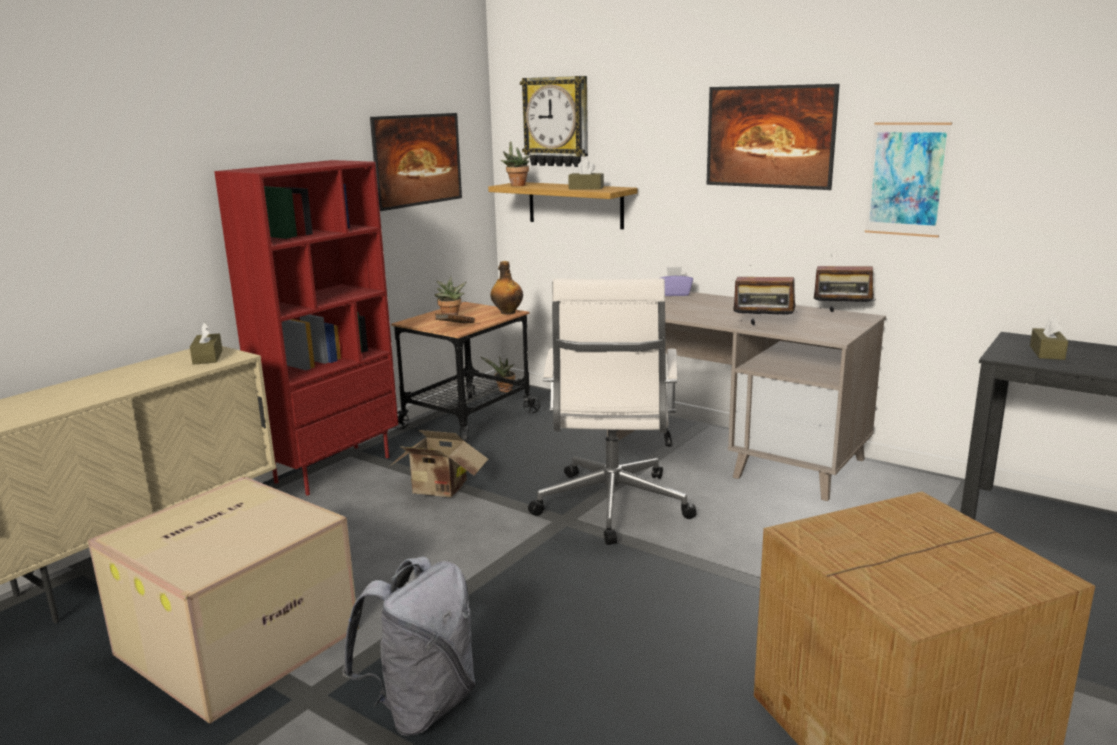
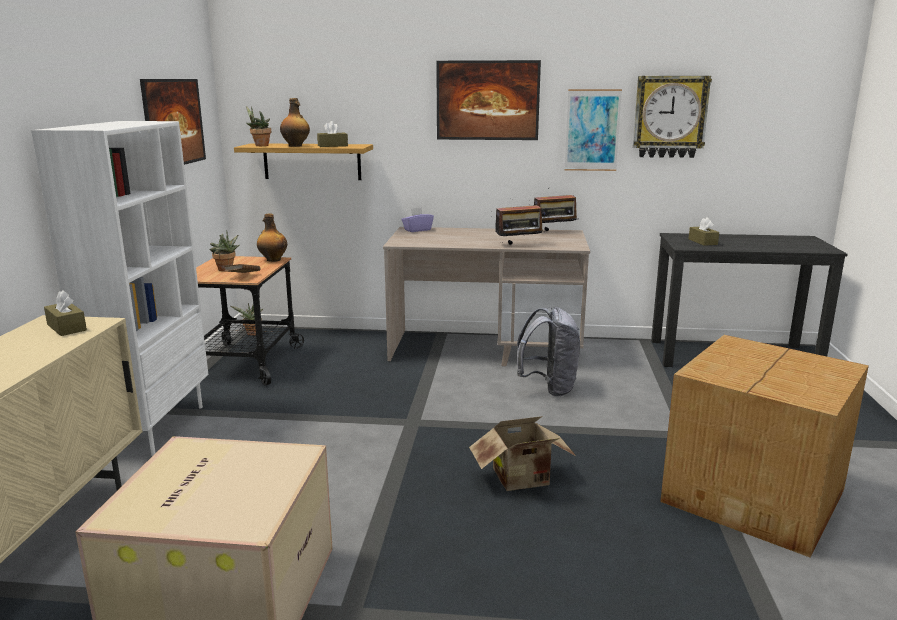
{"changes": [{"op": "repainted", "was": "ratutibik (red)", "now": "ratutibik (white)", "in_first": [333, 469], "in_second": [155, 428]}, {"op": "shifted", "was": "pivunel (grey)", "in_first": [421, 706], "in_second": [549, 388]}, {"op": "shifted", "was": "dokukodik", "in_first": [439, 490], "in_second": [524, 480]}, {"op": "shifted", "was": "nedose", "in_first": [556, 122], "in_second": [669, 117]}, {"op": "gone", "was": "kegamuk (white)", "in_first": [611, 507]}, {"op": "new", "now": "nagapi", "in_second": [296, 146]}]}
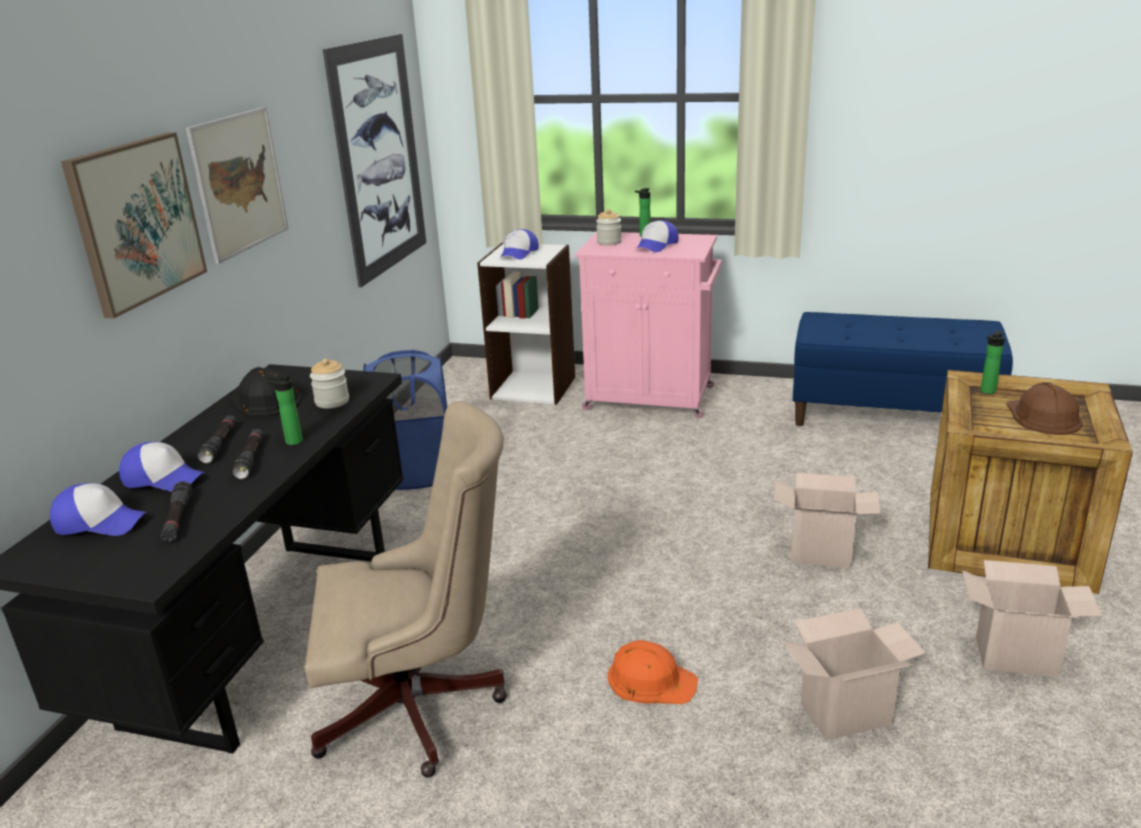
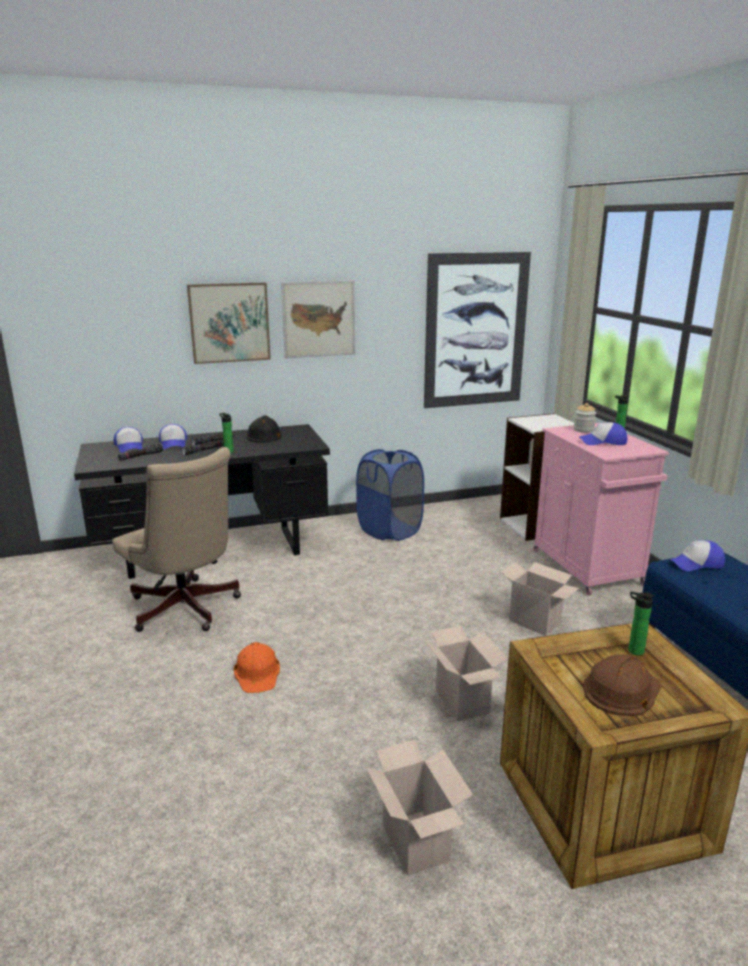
{"changes": [{"op": "gone", "was": "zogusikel", "in_first": [332, 401]}, {"op": "shifted", "was": "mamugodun", "in_first": [519, 253], "in_second": [697, 563]}, {"op": "shifted", "was": "dokukodik", "in_first": [847, 712], "in_second": [536, 622]}]}
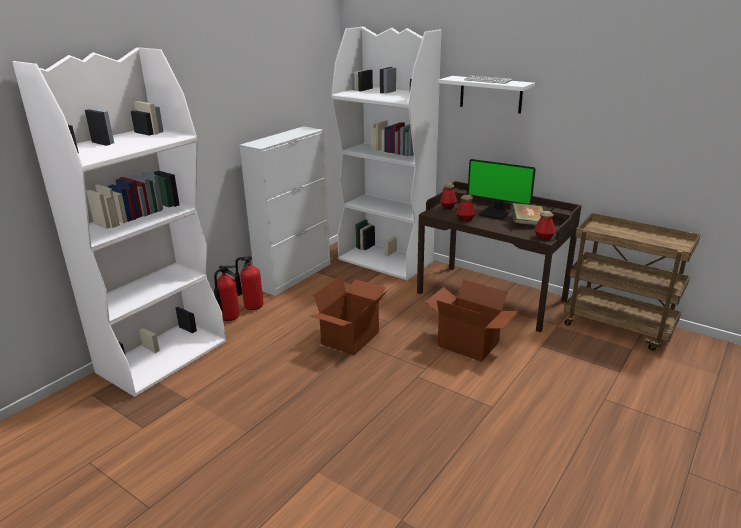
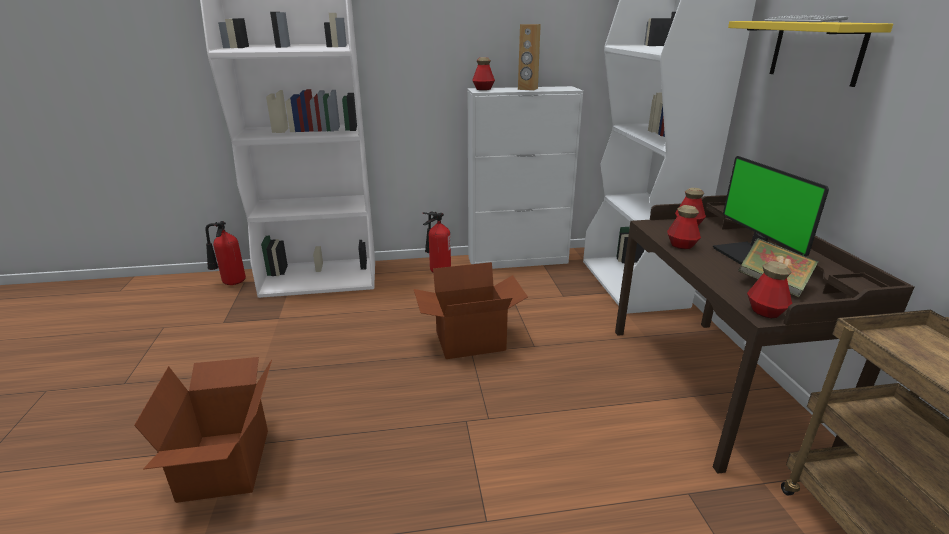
{"changes": [{"op": "shifted", "was": "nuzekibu", "in_first": [228, 320], "in_second": [230, 283]}, {"op": "shifted", "was": "dokukodik", "in_first": [469, 343], "in_second": [227, 464]}, {"op": "repainted", "was": "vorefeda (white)", "now": "vorefeda (yellow)", "in_first": [490, 94], "in_second": [816, 51]}, {"op": "new", "now": "nagapi", "in_second": [483, 89]}, {"op": "new", "now": "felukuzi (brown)", "in_second": [527, 89]}]}
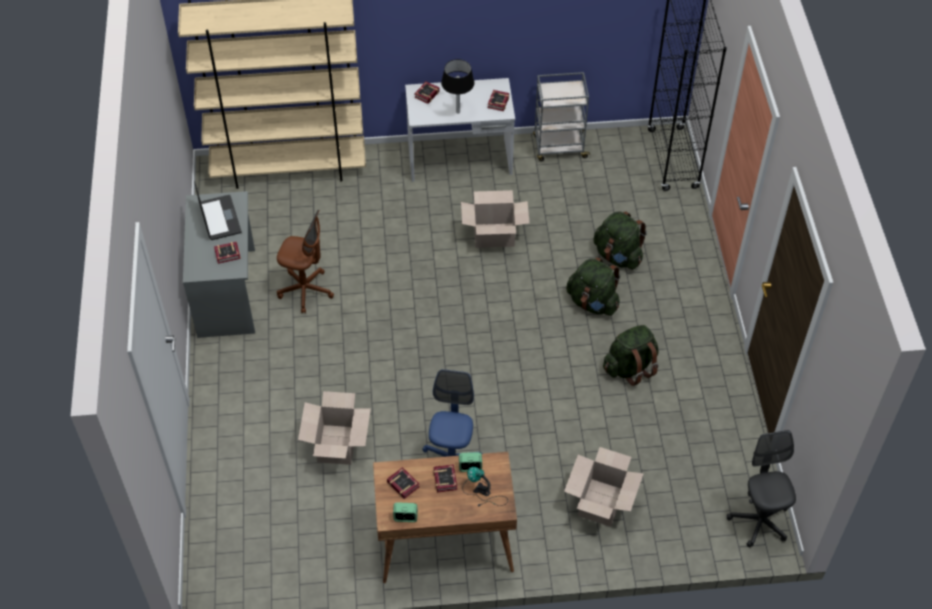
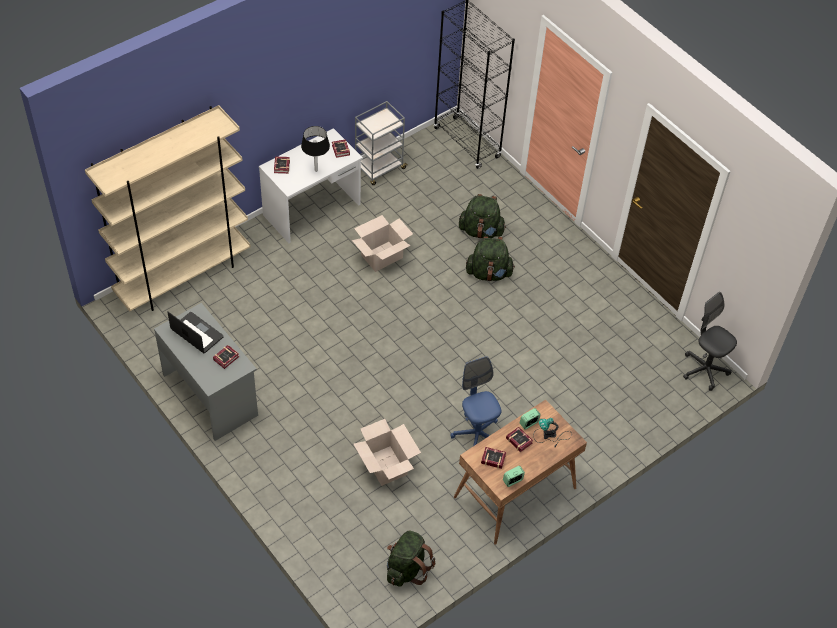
{"changes": [{"op": "gone", "was": "kegamuk (brown)", "in_first": [306, 291]}, {"op": "gone", "was": "dokukodik", "in_first": [601, 503]}, {"op": "shifted", "was": "pivunel (green)", "in_first": [630, 367], "in_second": [407, 568]}]}
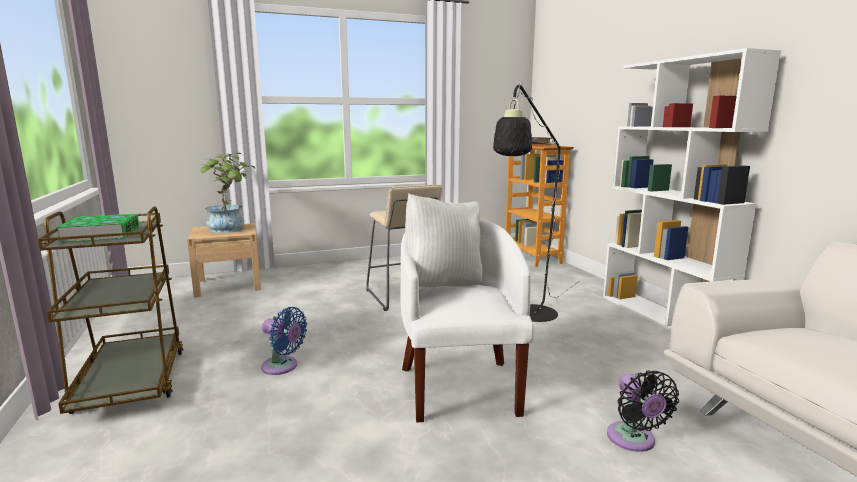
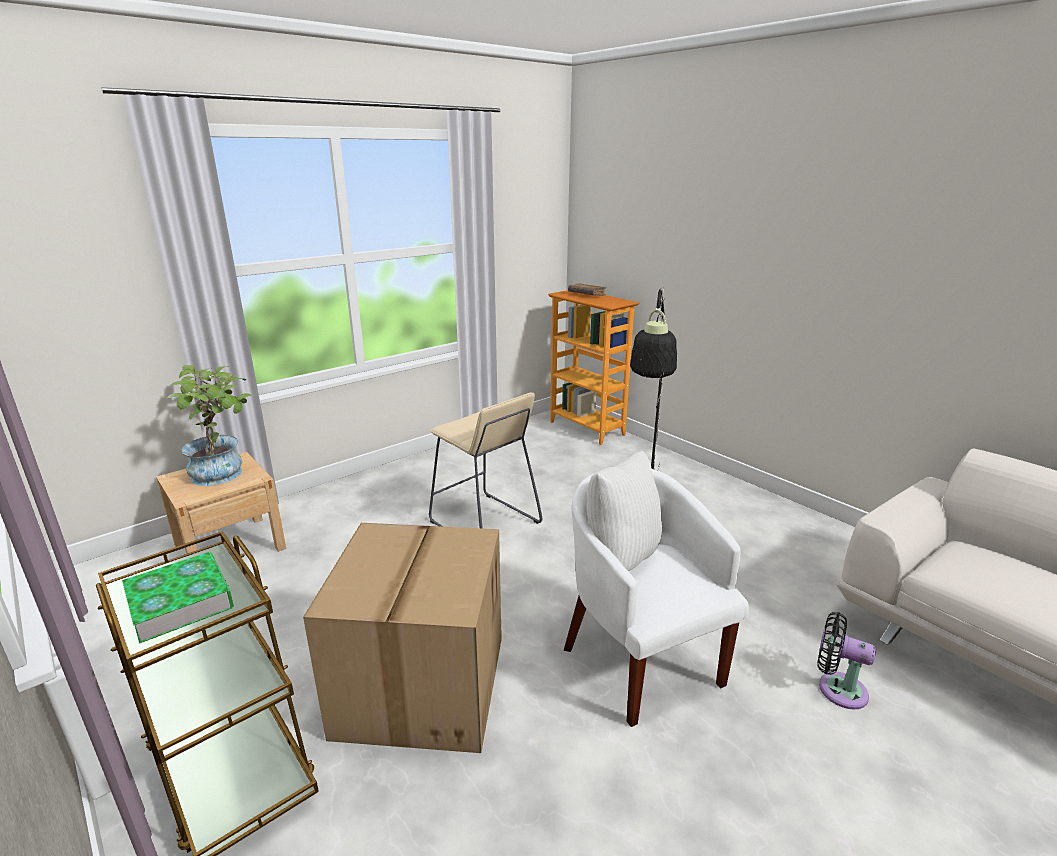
{"changes": [{"op": "swapped", "was": "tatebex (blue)", "now": "dokukodik", "in_first": [282, 367], "in_second": [420, 683]}, {"op": "gone", "was": "ratutibik (white)", "in_first": [662, 317]}, {"op": "rotated", "was": "tatebex (black)", "in_first": [633, 440], "in_second": [837, 688], "clockwise": 150}]}
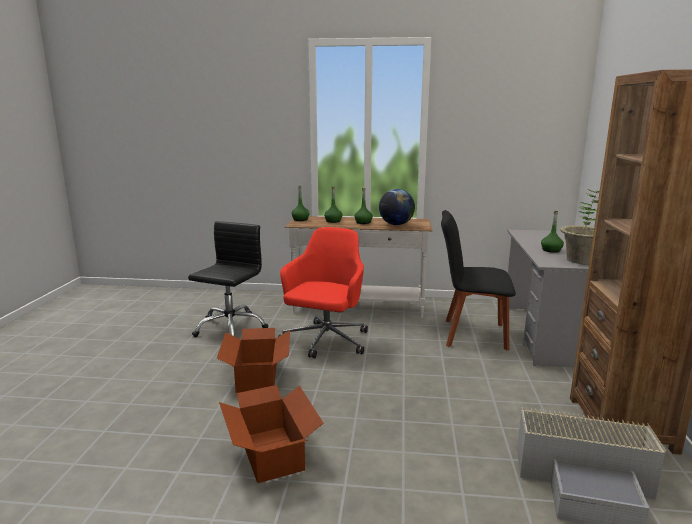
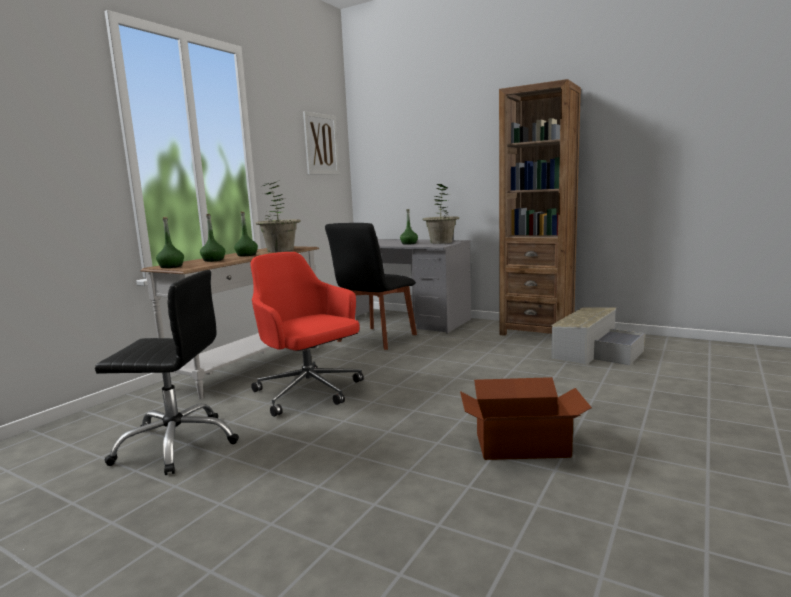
{"changes": [{"op": "rotated", "was": "kegamuk (black)", "in_first": [230, 328], "in_second": [177, 444], "clockwise": 135}, {"op": "gone", "was": "dokukodik", "in_first": [258, 376]}, {"op": "swapped", "was": "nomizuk", "now": "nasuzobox", "in_first": [396, 224], "in_second": [280, 250]}, {"op": "new", "now": "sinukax", "in_second": [321, 144]}]}
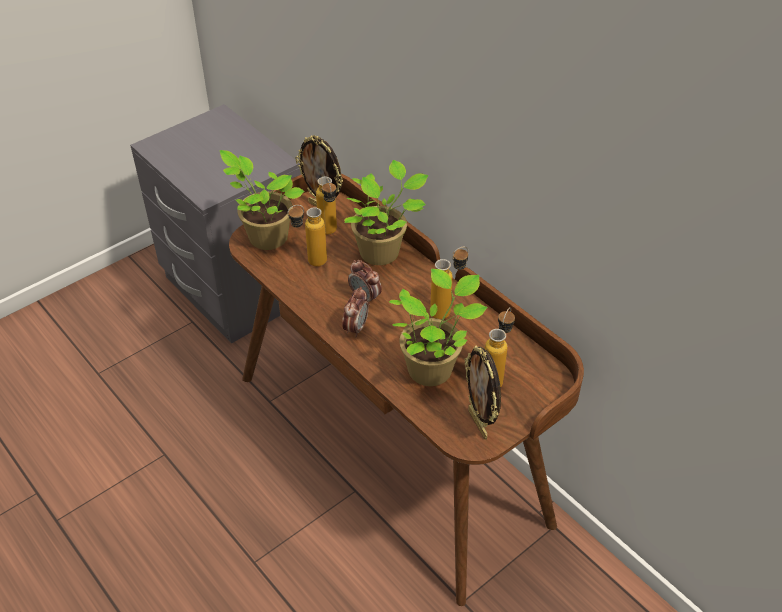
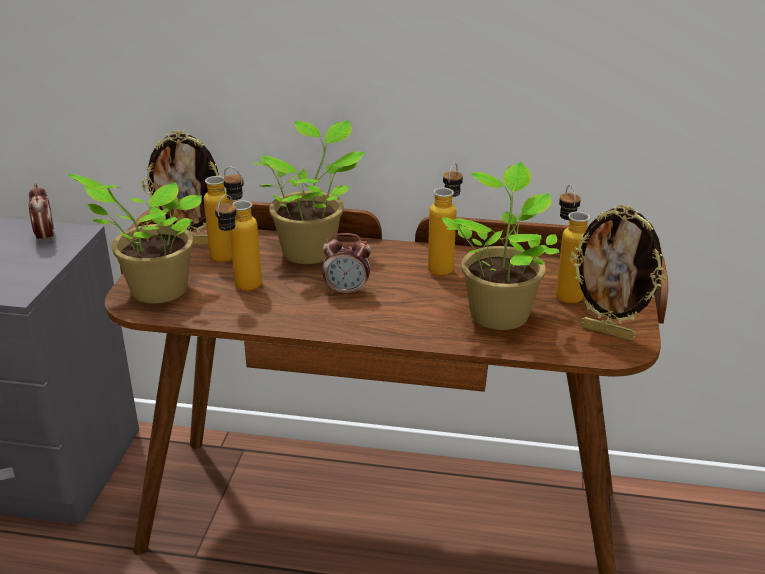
{"changes": [{"op": "shifted", "was": "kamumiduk", "in_first": [356, 328], "in_second": [45, 238]}]}
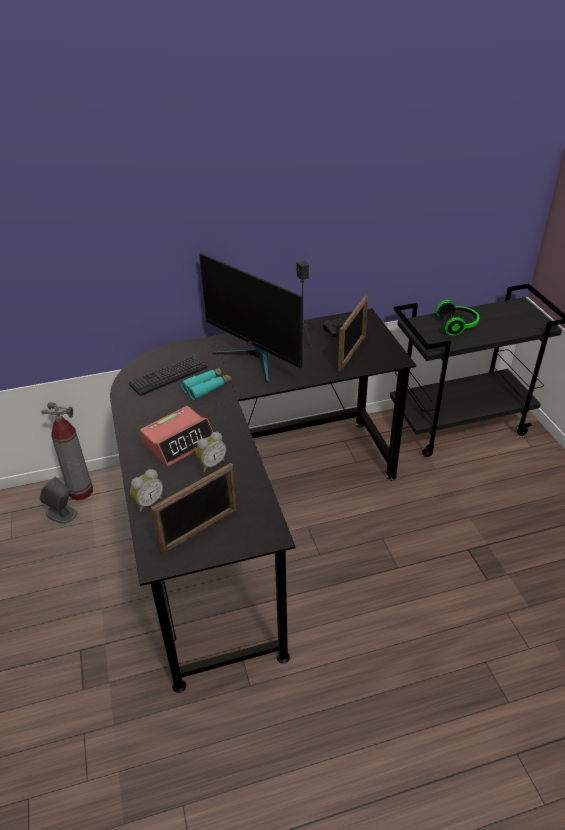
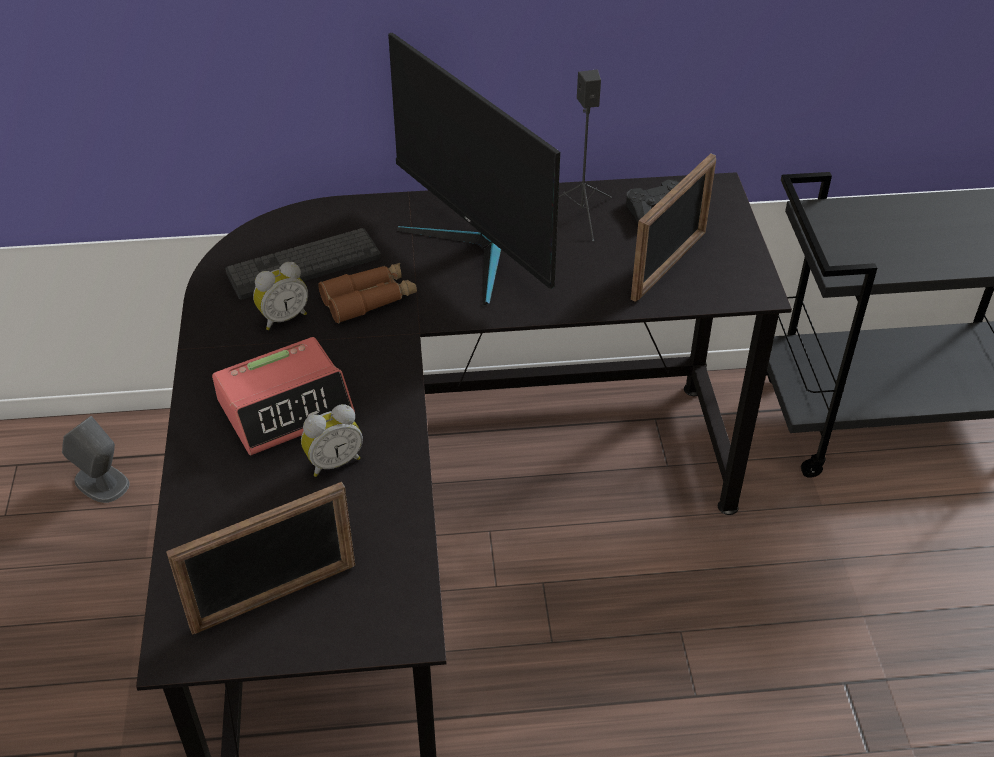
{"changes": [{"op": "gone", "was": "nuzekibu", "in_first": [80, 491]}, {"op": "shifted", "was": "kamumiduk", "in_first": [148, 502], "in_second": [283, 317]}, {"op": "repainted", "was": "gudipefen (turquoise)", "now": "gudipefen (brown)", "in_first": [207, 387], "in_second": [369, 299]}, {"op": "gone", "was": "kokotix", "in_first": [457, 325]}]}
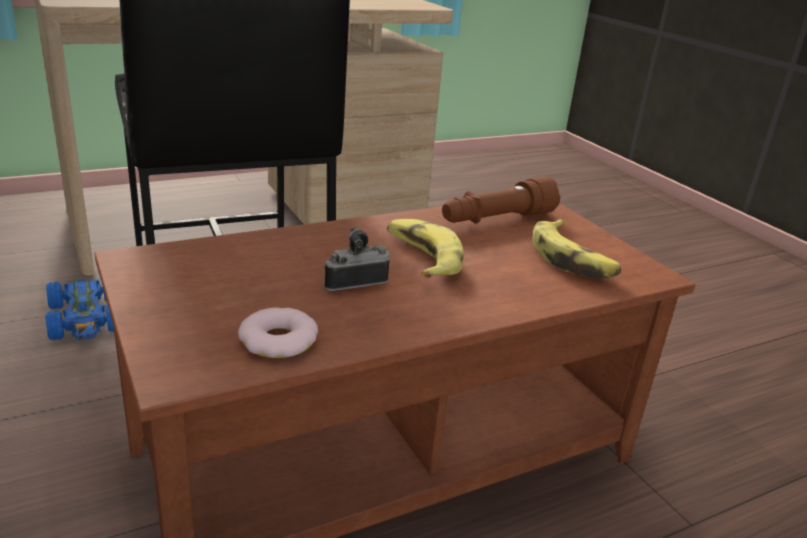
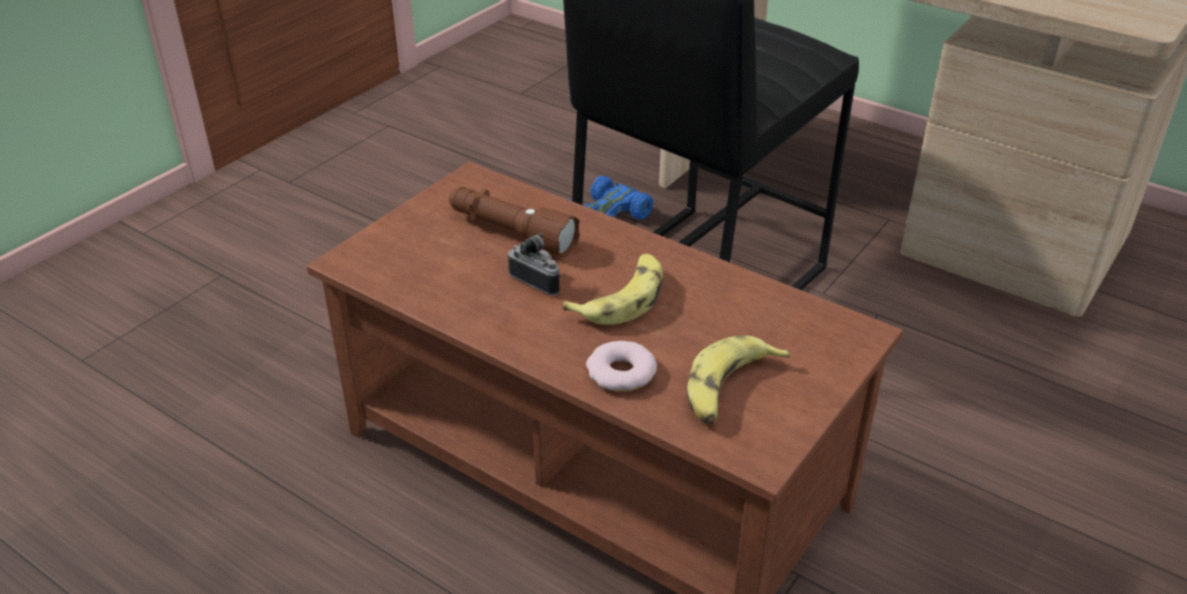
{"changes": [{"op": "shifted", "was": "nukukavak", "in_first": [279, 340], "in_second": [621, 373]}, {"op": "shifted", "was": "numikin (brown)", "in_first": [497, 219], "in_second": [511, 233]}]}
